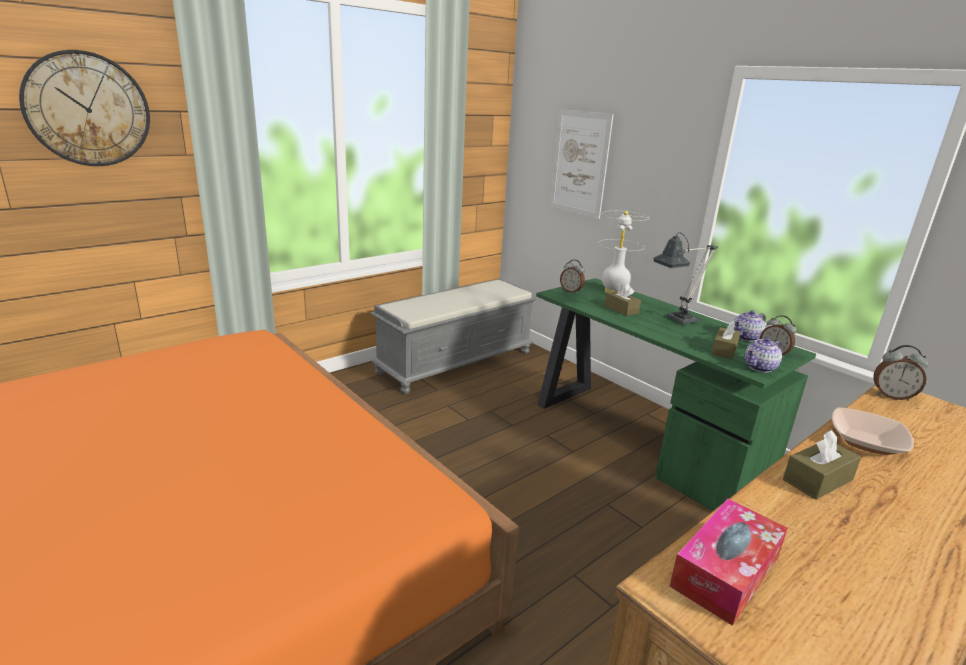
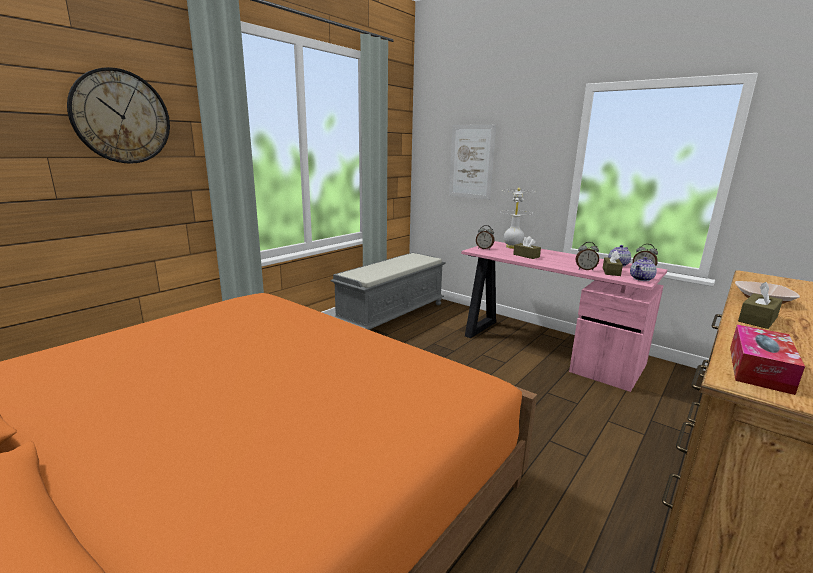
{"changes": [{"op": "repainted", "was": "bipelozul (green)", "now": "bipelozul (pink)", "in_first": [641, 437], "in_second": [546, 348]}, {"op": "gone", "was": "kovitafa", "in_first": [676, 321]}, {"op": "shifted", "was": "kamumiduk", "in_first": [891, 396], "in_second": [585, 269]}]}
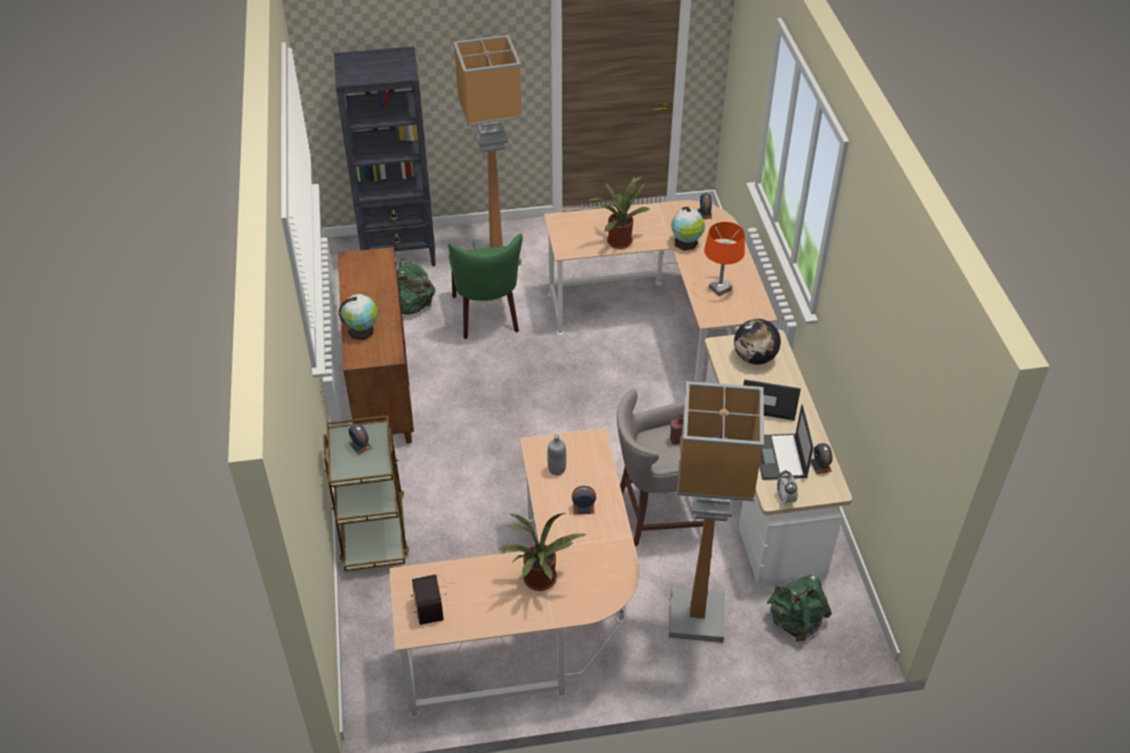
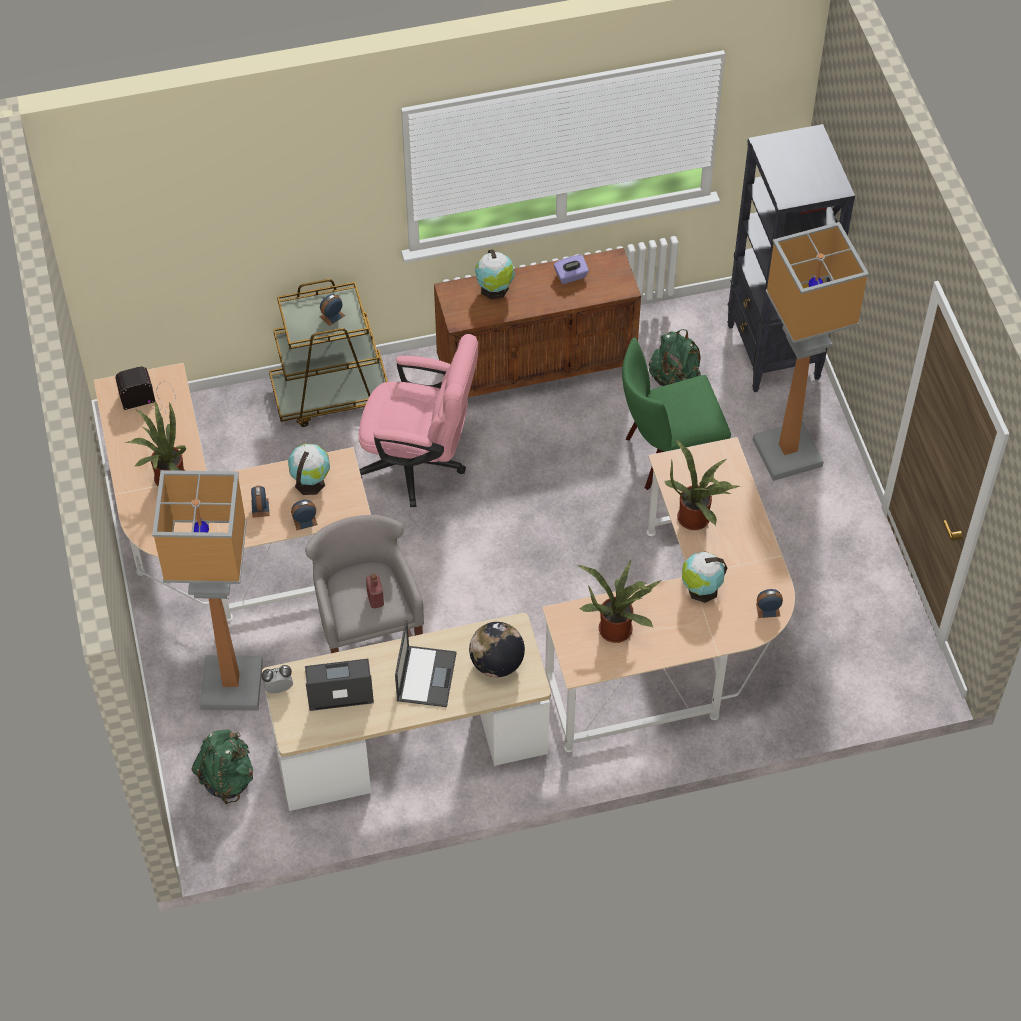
{"changes": [{"op": "swapped", "was": "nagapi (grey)", "now": "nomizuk", "in_first": [557, 469], "in_second": [310, 481]}, {"op": "swapped", "was": "kovitafa (orange)", "now": "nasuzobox", "in_first": [720, 288], "in_second": [617, 627]}, {"op": "shifted", "was": "kamumiduk", "in_first": [820, 465], "in_second": [305, 521]}, {"op": "new", "now": "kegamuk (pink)", "in_second": [420, 465]}, {"op": "new", "now": "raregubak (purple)", "in_second": [571, 276]}]}
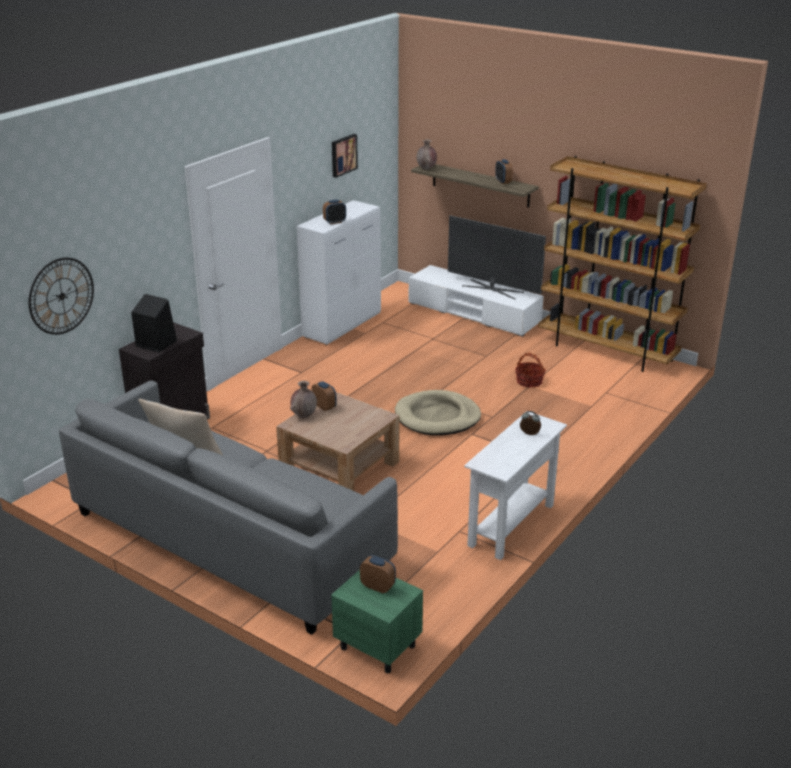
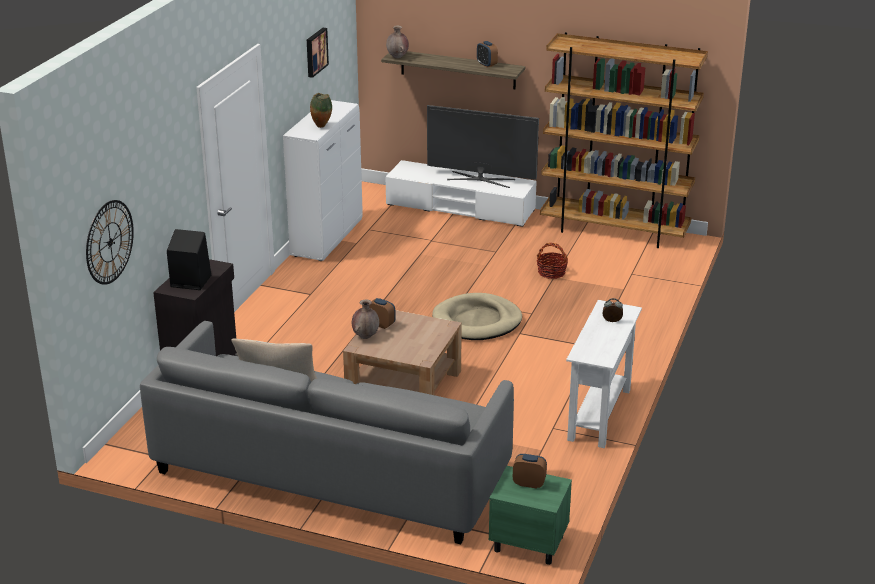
{"changes": [{"op": "swapped", "was": "kamumiduk", "now": "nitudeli", "in_first": [334, 222], "in_second": [321, 126]}]}
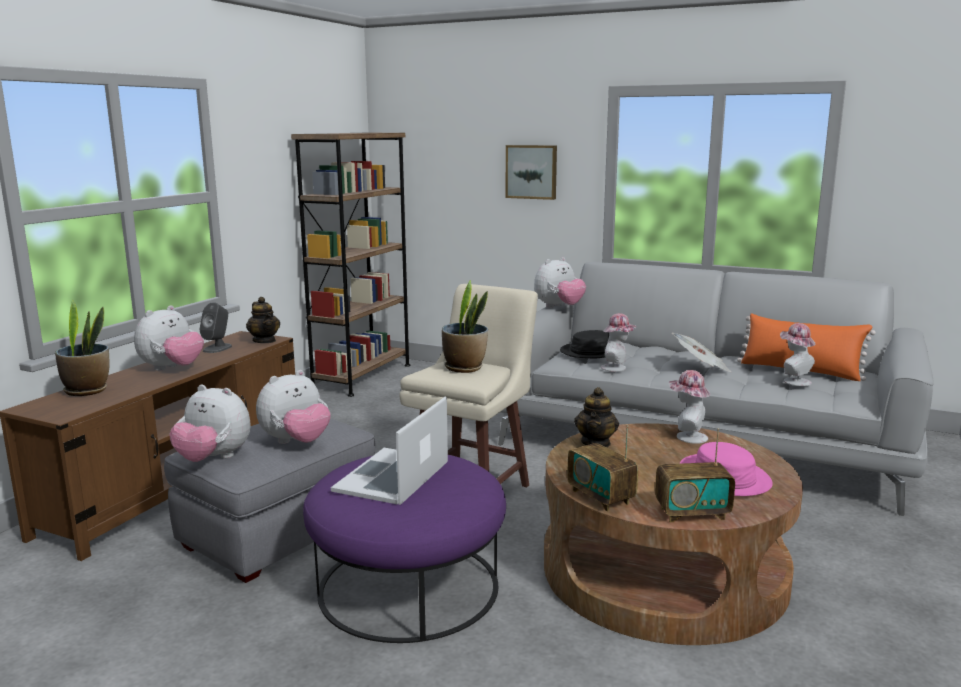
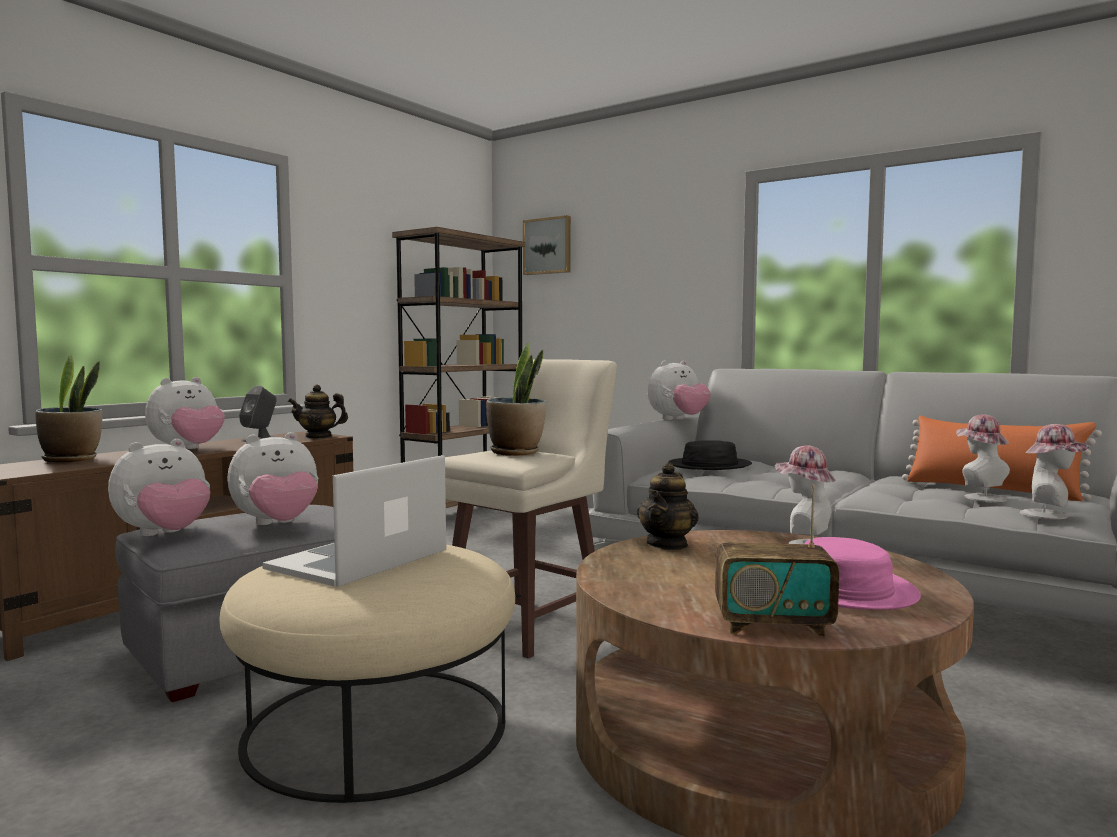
{"changes": [{"op": "rotated", "was": "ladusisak", "in_first": [213, 459], "in_second": [165, 535], "clockwise": -75}, {"op": "rotated", "was": "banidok", "in_first": [264, 341], "in_second": [318, 437], "clockwise": 105}, {"op": "repainted", "was": "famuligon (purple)", "now": "famuligon (beige)", "in_first": [408, 586], "in_second": [376, 726]}, {"op": "shifted", "was": "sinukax", "in_first": [531, 172], "in_second": [548, 246]}, {"op": "gone", "was": "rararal", "in_first": [601, 497]}, {"op": "shifted", "was": "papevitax", "in_first": [617, 368], "in_second": [1050, 515]}, {"op": "gone", "was": "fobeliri", "in_first": [701, 367]}]}
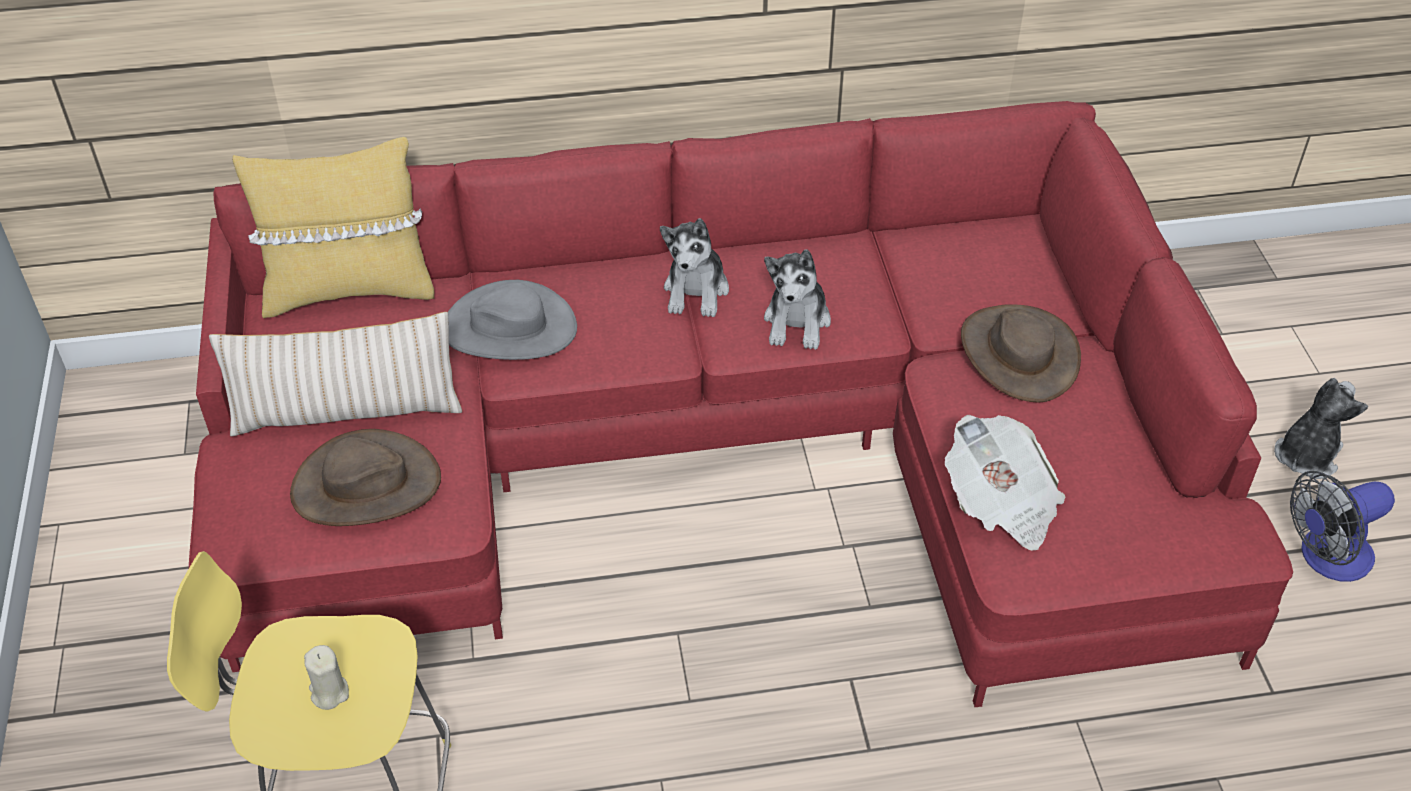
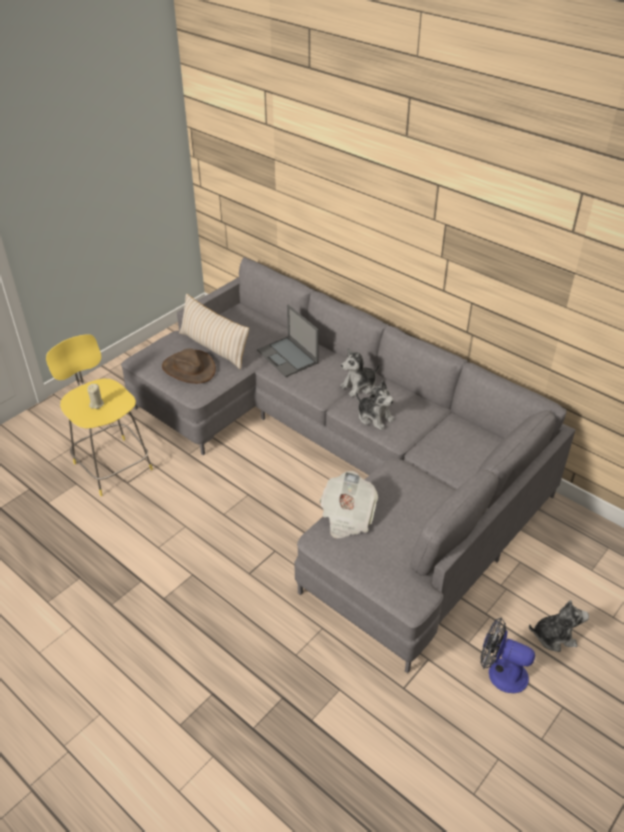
{"changes": [{"op": "repainted", "was": "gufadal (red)", "now": "gufadal (grey)", "in_first": [727, 452], "in_second": [340, 459]}, {"op": "gone", "was": "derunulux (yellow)", "in_first": [349, 290]}, {"op": "swapped", "was": "papevitax (grey)", "now": "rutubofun", "in_first": [509, 328], "in_second": [288, 357]}, {"op": "rotated", "was": "ladusisak", "in_first": [797, 322], "in_second": [374, 417], "clockwise": -105}, {"op": "gone", "was": "papevitax (brown)", "in_first": [1018, 353]}]}
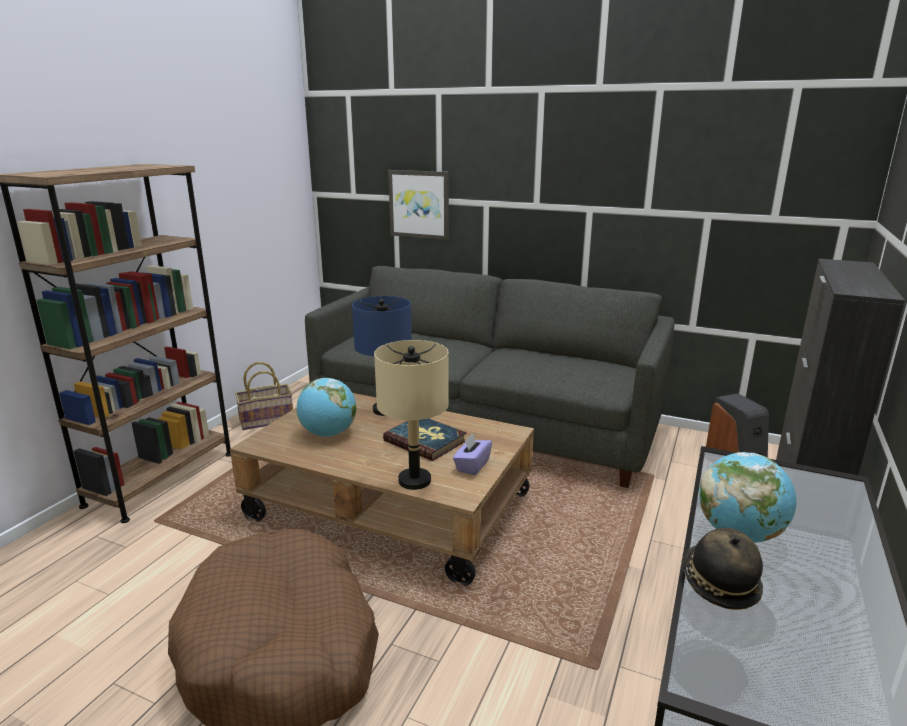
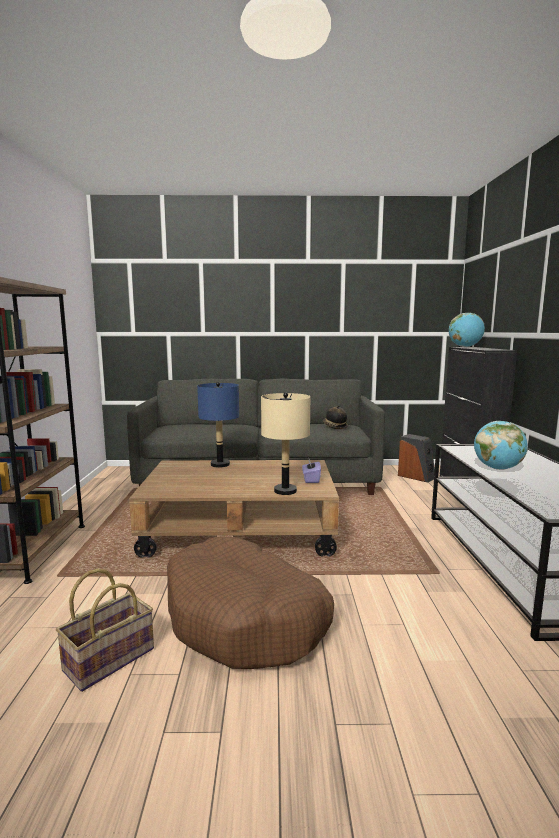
{"changes": [{"op": "shifted", "was": "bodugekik", "in_first": [266, 420], "in_second": [109, 658]}, {"op": "shifted", "was": "nomizuk", "in_first": [328, 434], "in_second": [465, 347]}, {"op": "gone", "was": "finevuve", "in_first": [425, 441]}, {"op": "gone", "was": "sinukax", "in_first": [419, 204]}, {"op": "shifted", "was": "papevitax", "in_first": [718, 583], "in_second": [334, 427]}]}
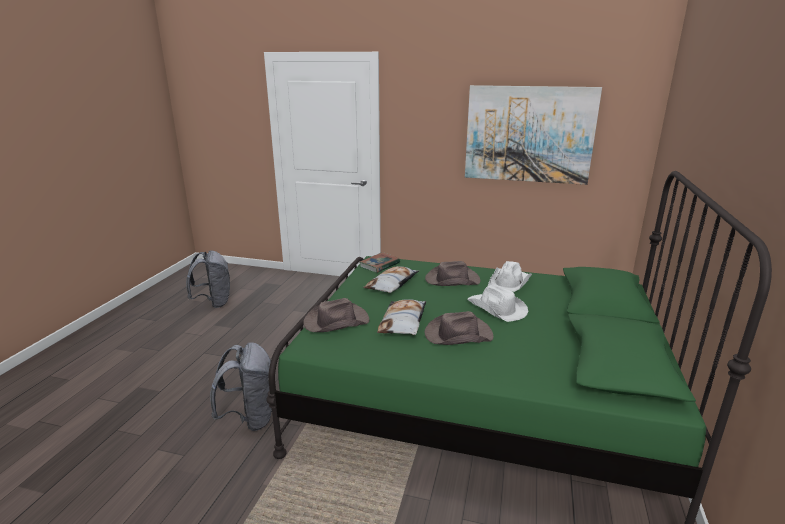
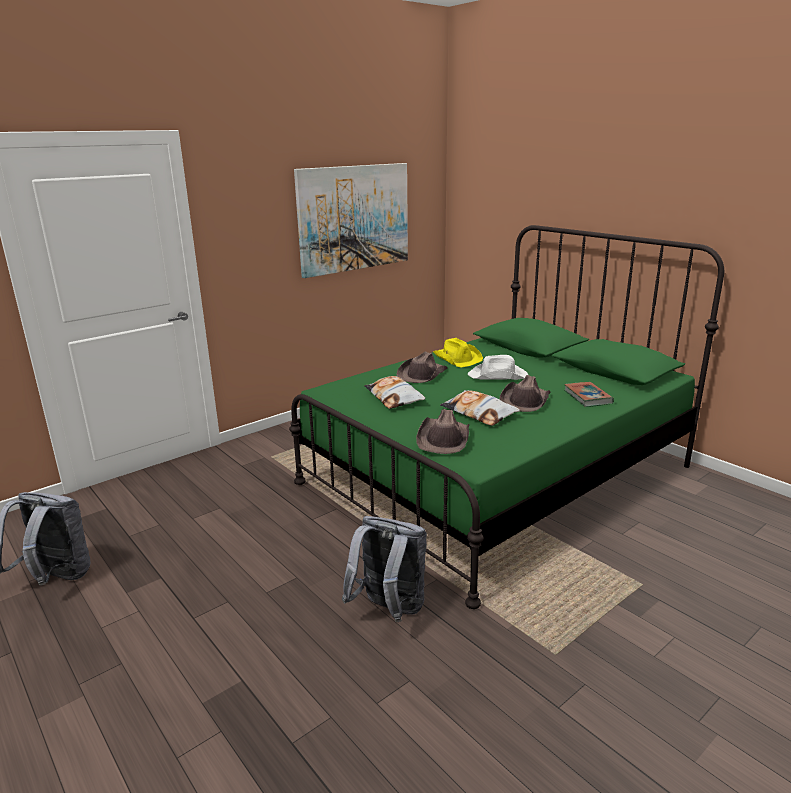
{"changes": [{"op": "shifted", "was": "finevuve", "in_first": [379, 265], "in_second": [587, 397]}, {"op": "repainted", "was": "papevitax (white)", "now": "papevitax (yellow)", "in_first": [509, 282], "in_second": [457, 358]}]}
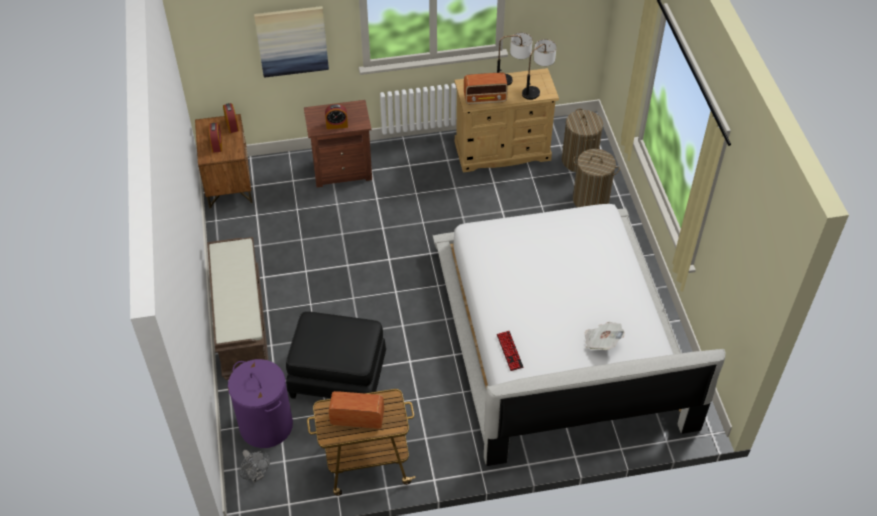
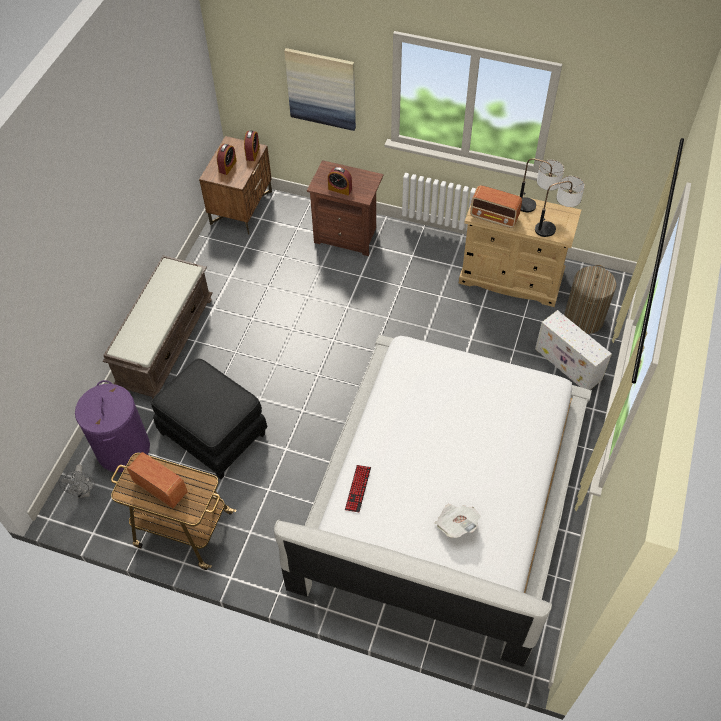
{"changes": [{"op": "swapped", "was": "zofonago", "now": "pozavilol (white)", "in_first": [591, 199], "in_second": [569, 365]}]}
